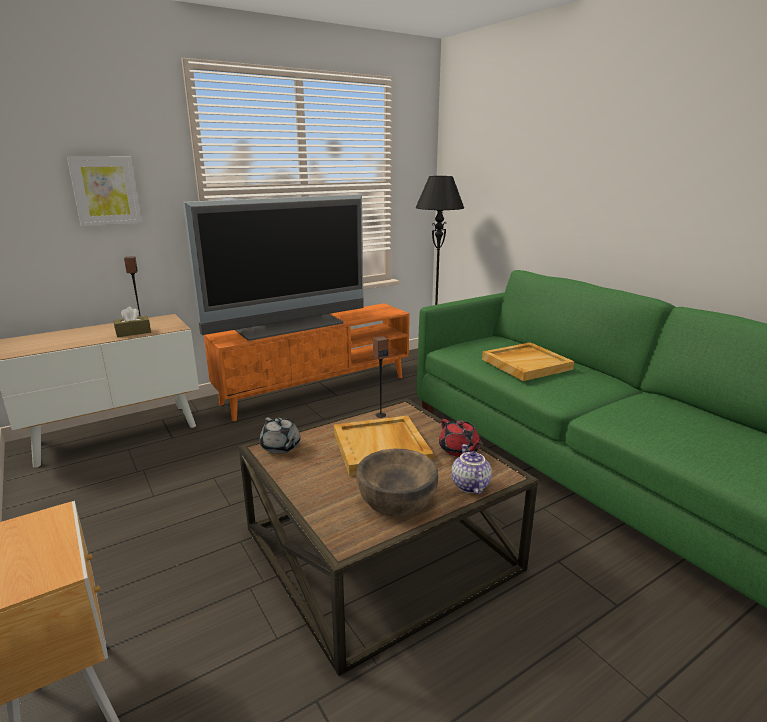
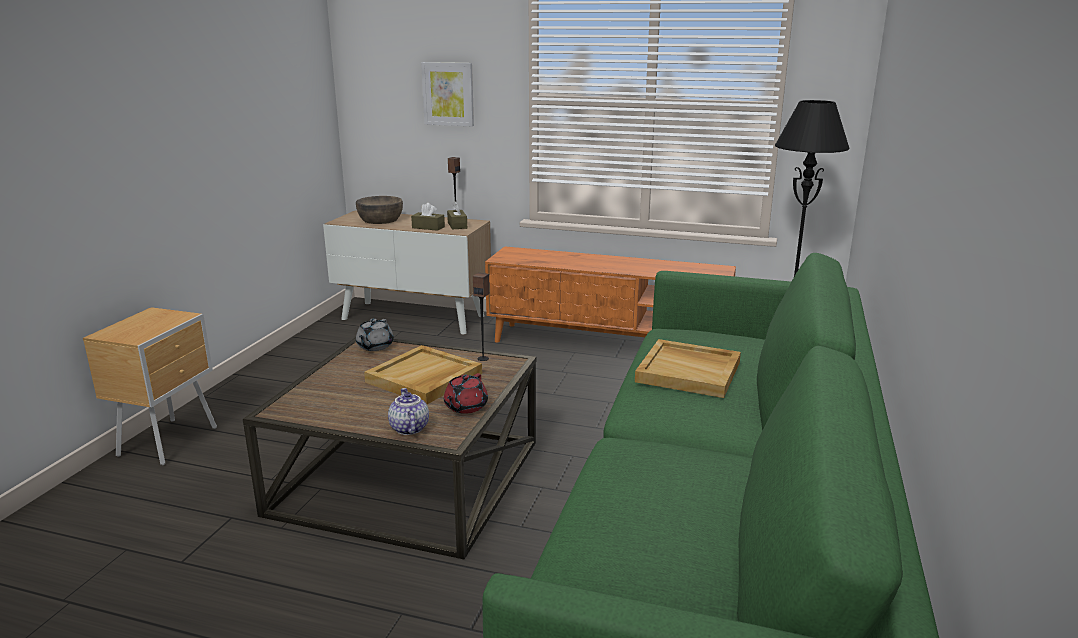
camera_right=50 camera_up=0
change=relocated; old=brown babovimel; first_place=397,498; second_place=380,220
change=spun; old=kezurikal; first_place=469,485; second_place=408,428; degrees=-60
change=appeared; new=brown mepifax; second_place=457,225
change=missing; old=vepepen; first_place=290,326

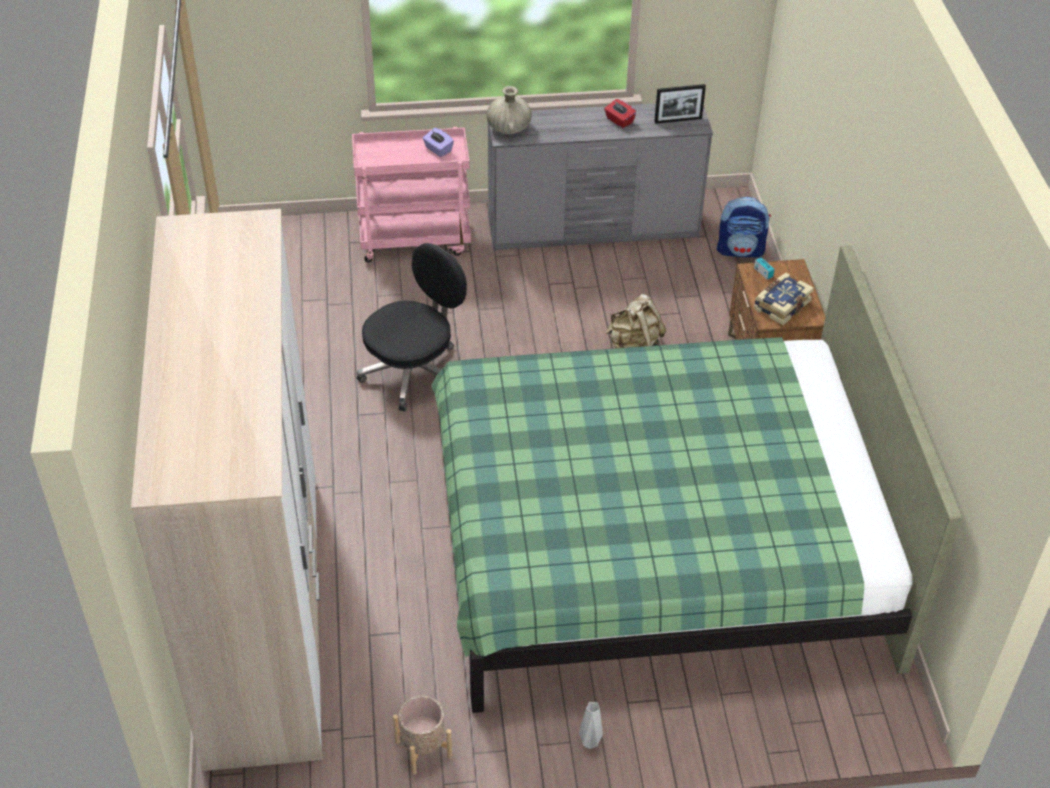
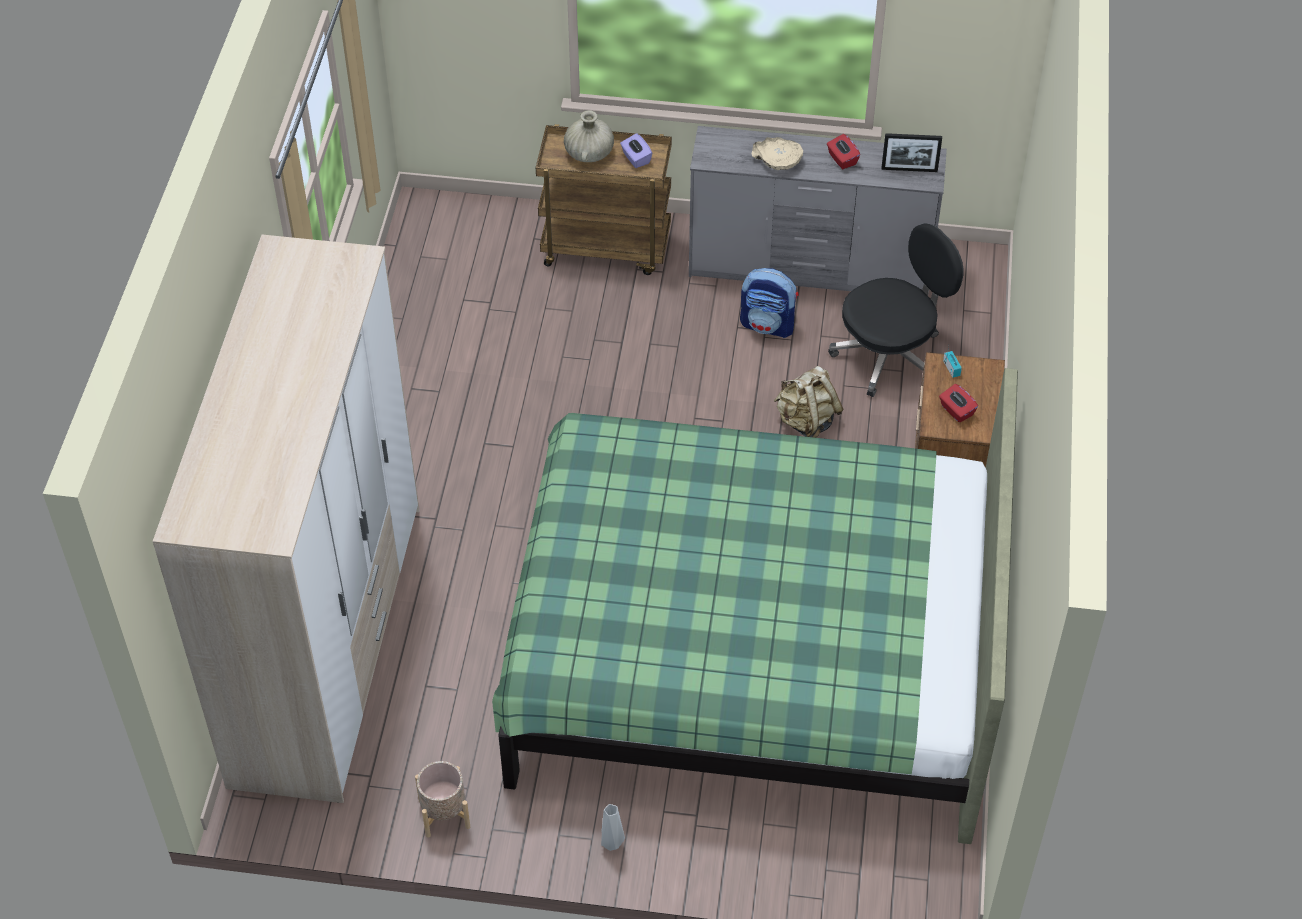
camera_right=15 camera_up=5
change=colour; old=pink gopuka; new=brown gopuka; first_place=415,240; second_place=607,248
change=relocated; old=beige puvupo; first_place=509,128; second_place=589,153
change=relocated; old=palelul; first_place=740,250; second_place=768,325
change=appeared; new=beige babovimel; second_place=778,160
change=relocated; old=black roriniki; first_place=414,372; second_place=890,355
change=exchanged; old=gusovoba; new=red mepifax; first_place=781,305; second_place=956,411

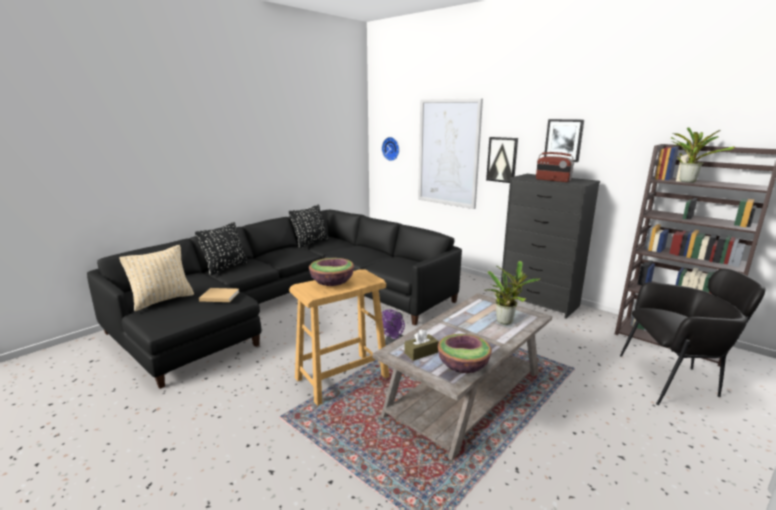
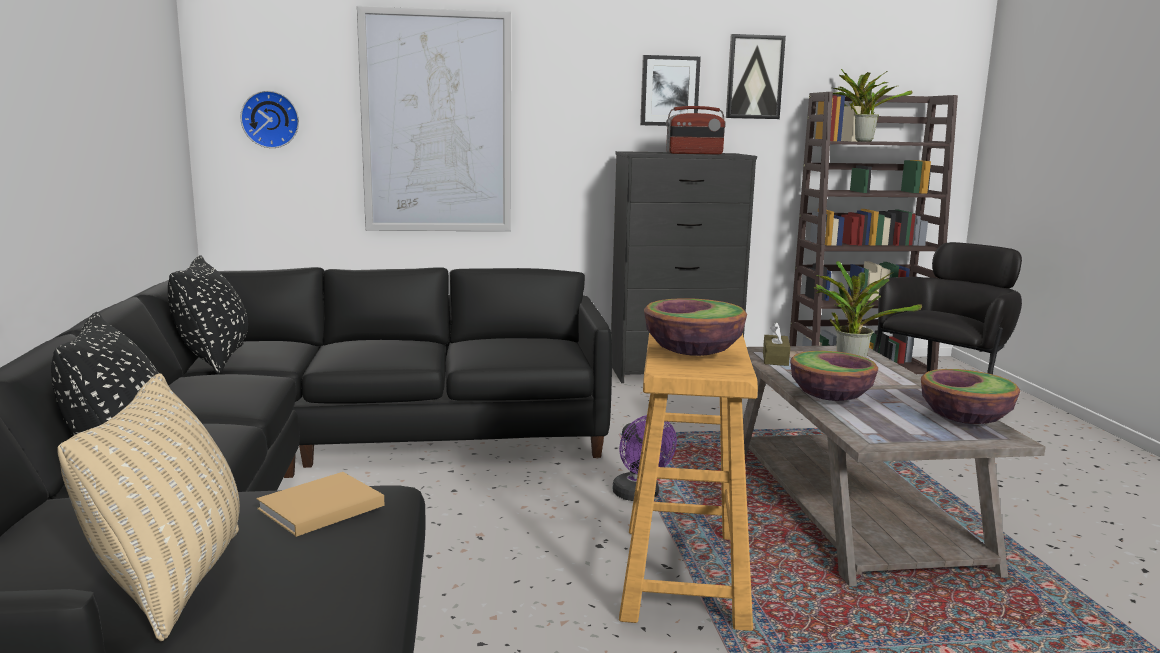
camera_right=-50 camera_up=-5
change=relocated; old=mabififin; first_place=502,159; second_place=754,77
change=relocated; old=brown mepifax; first_place=421,353; second_place=775,359
change=appeared; new=babovimel; second_place=830,398

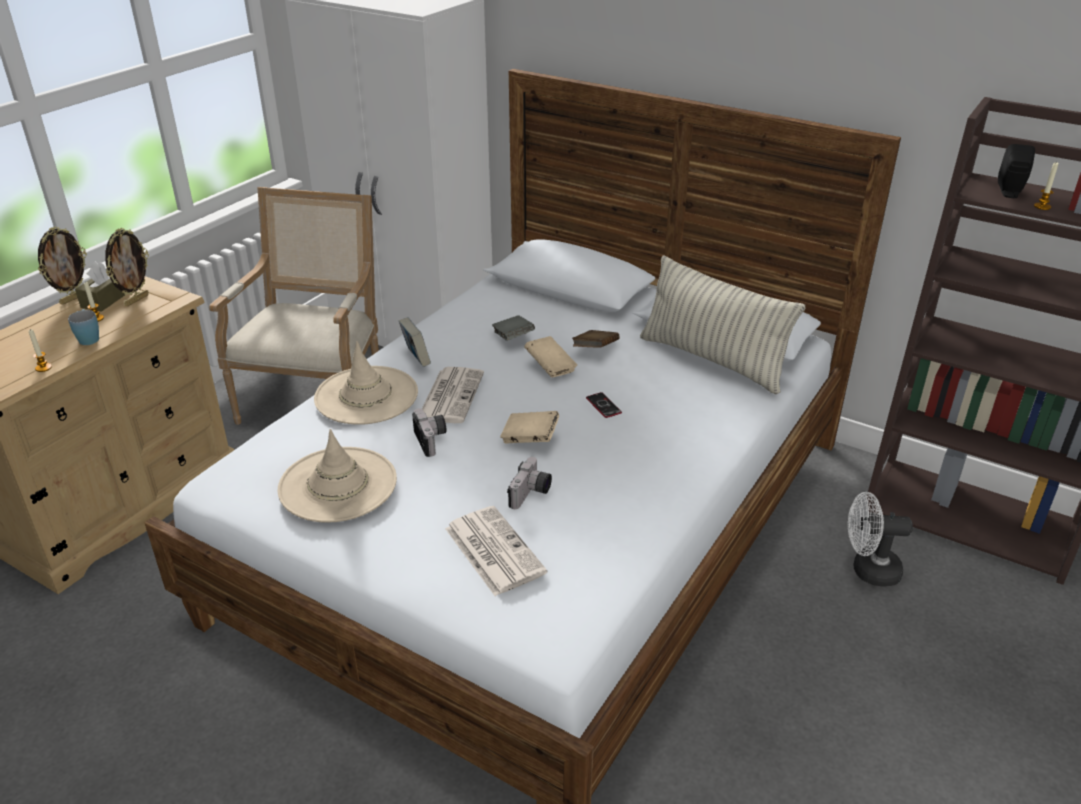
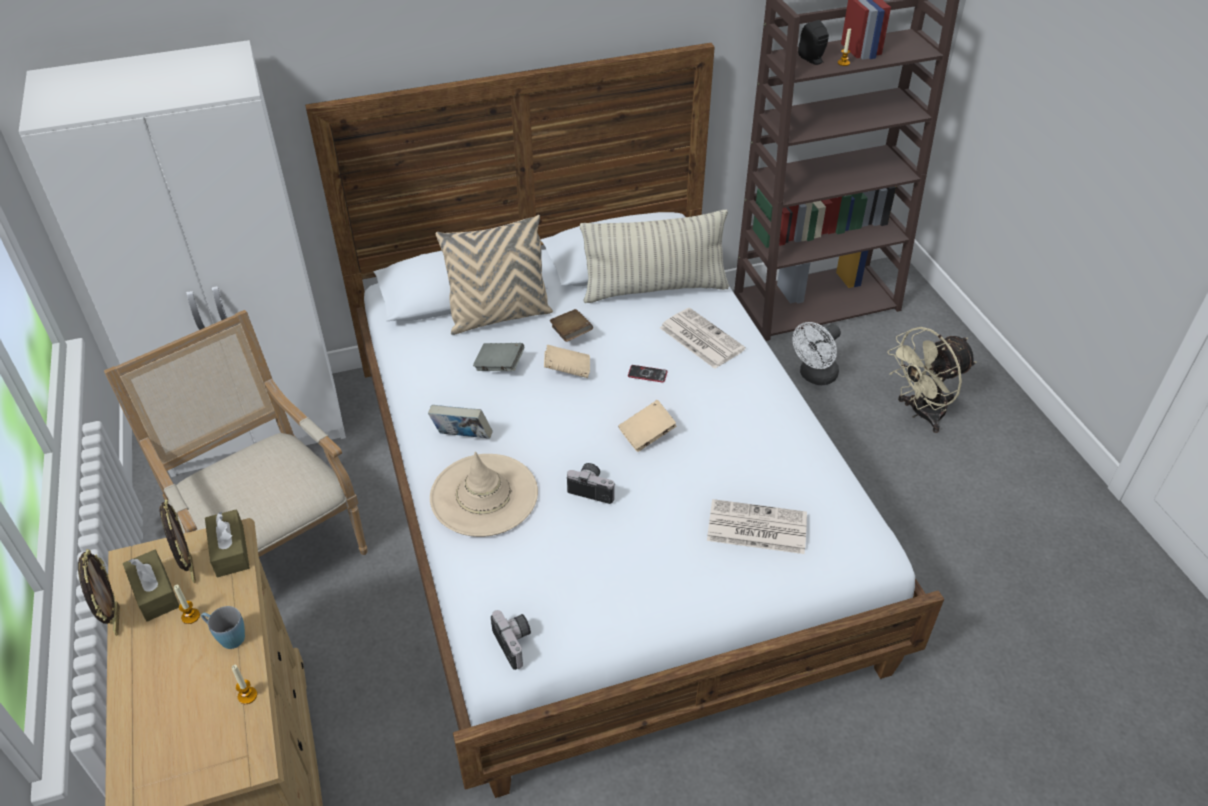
camera_right=-50 camera_up=10
change=appeared; new=brown mepifax; second_place=230,551
change=appeared; new=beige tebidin; second_place=499,316
change=relocated; old=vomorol; first_place=531,494; second_place=515,643
change=relocated; old=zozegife; first_place=450,395; second_place=700,338
change=appeared; new=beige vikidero; second_place=920,413
change=missing; old=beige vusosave; first_place=338,484

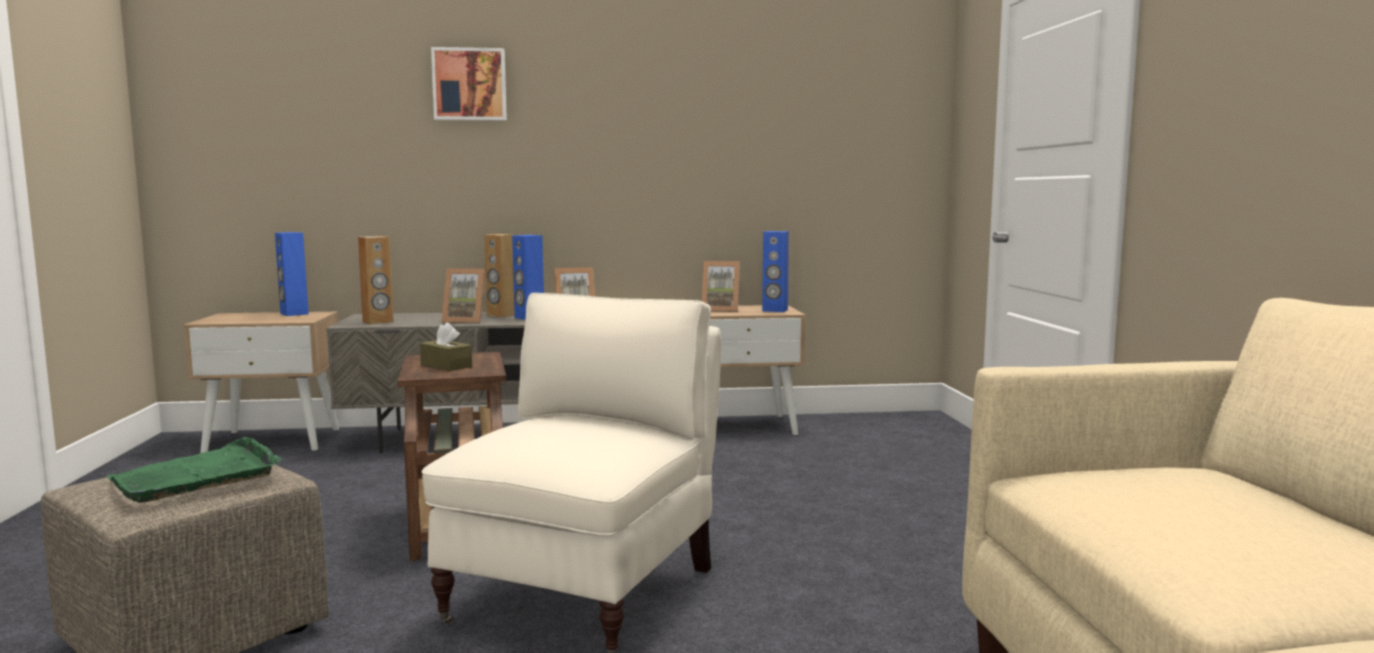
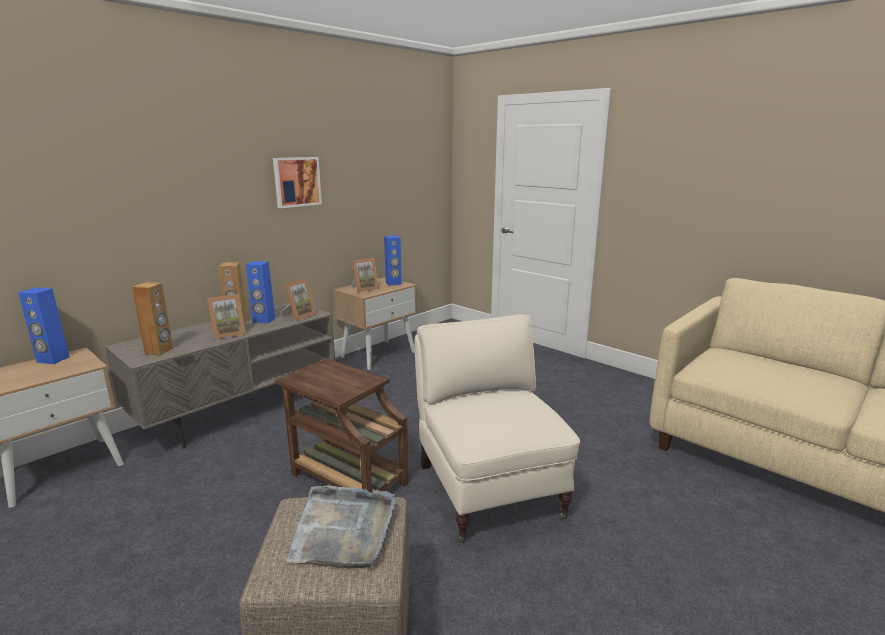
camera_right=-40 camera_up=10
change=relocated; old=mabififin; first_place=469,84; second_place=296,181
change=colour; old=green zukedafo; new=grey zukedafo; first_place=198,476; second_place=343,529
change=missing; old=brown mepifax; first_place=446,365

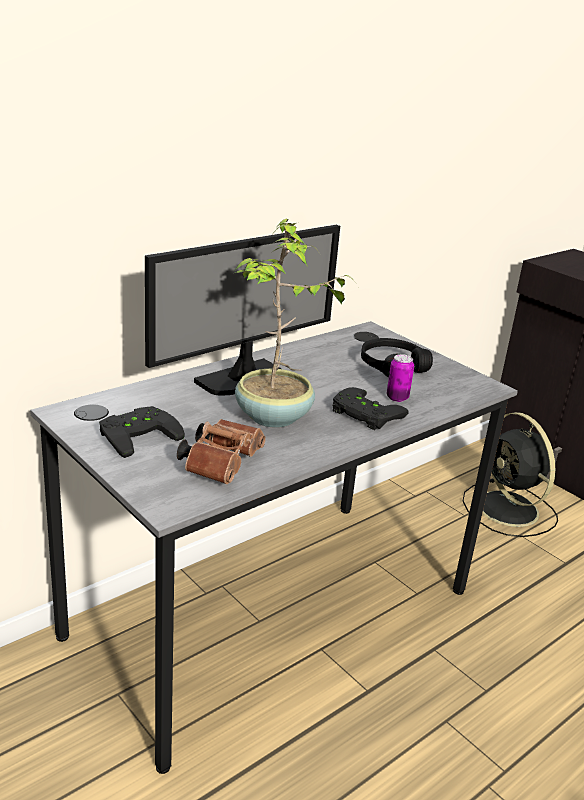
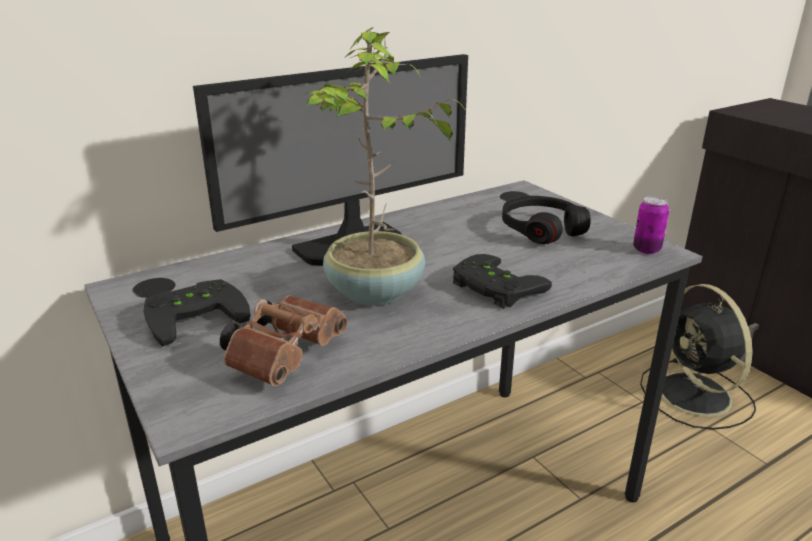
camera_right=10 camera_up=0
change=relocated; old=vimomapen; first_place=397,398; second_place=646,249

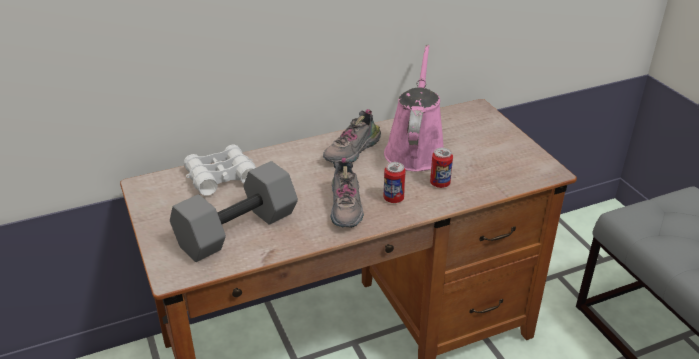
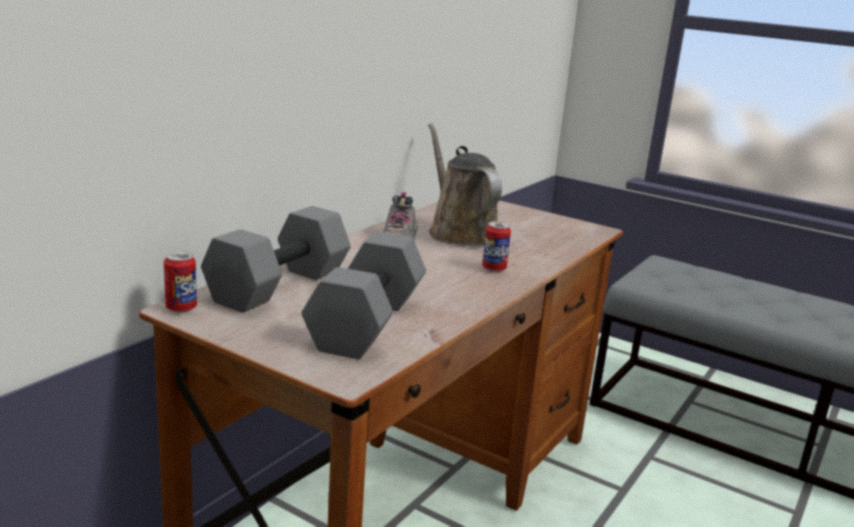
camera_right=-35 camera_up=-15
change=relocated; old=vimomapen; first_place=440,183; second_place=181,308
change=exchanged; old=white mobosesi; new=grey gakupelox; first_place=221,177; second_place=278,285
change=colour; old=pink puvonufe; new=brown puvonufe; first_place=415,150; second_place=460,233
change=missing; old=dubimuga; first_place=347,207

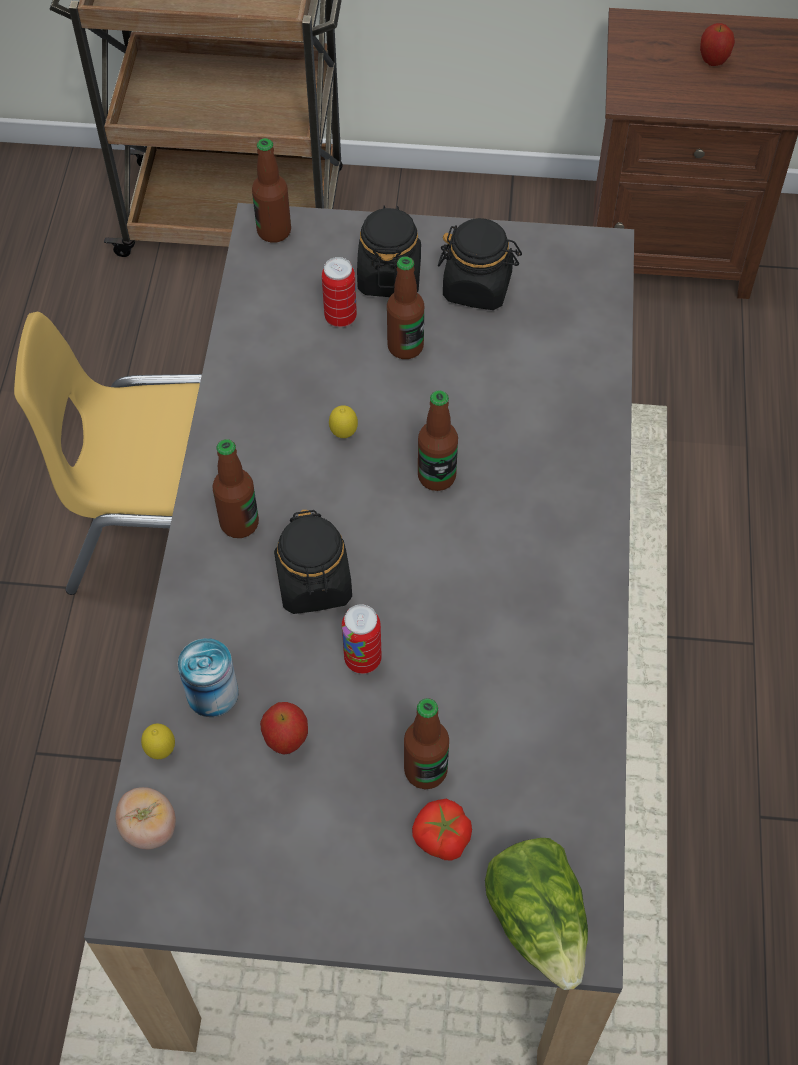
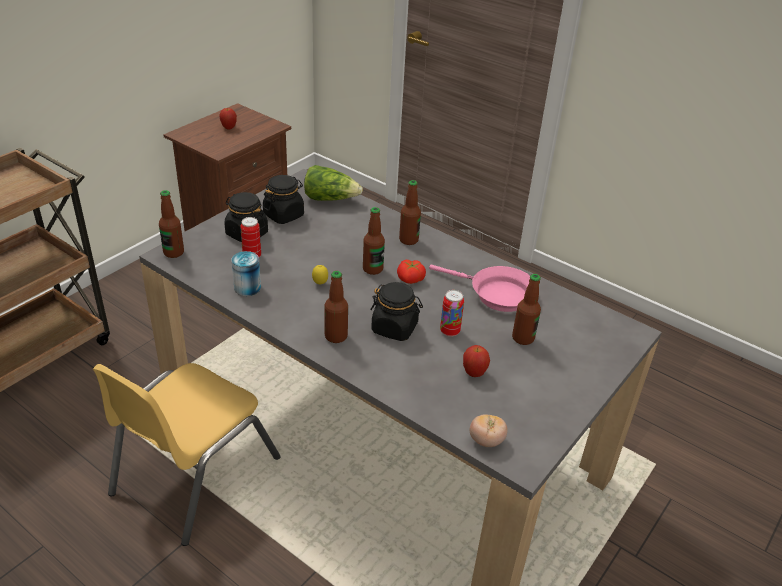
camera_right=-60 camera_up=-20
change=relocated; old=vimomapen; first_place=212,693; second_place=247,287
change=relocated; old=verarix; first_place=539,920; second_place=330,199
change=relocated; old=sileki; first_place=441,837; second_place=410,279
change=relocated; old=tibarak; first_place=405,347; second_place=408,240
change=appeared; new=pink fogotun; second_place=496,294
change=missing; old=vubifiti; first_place=161,751

